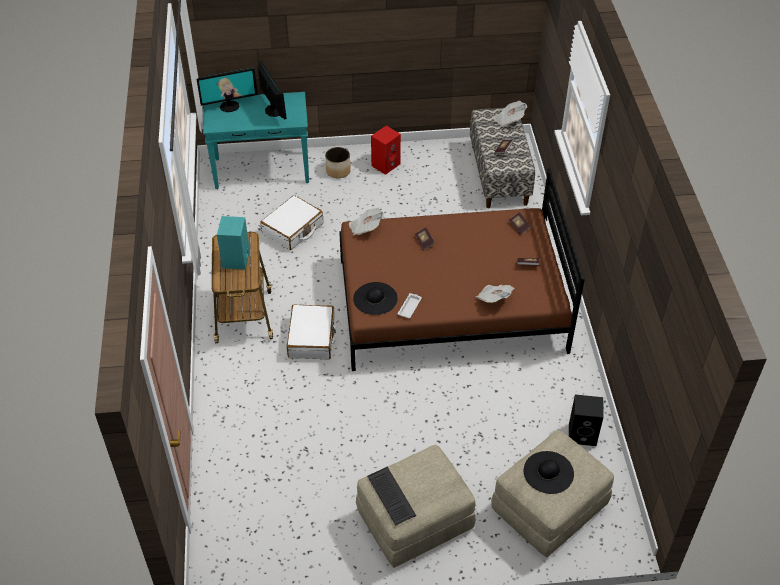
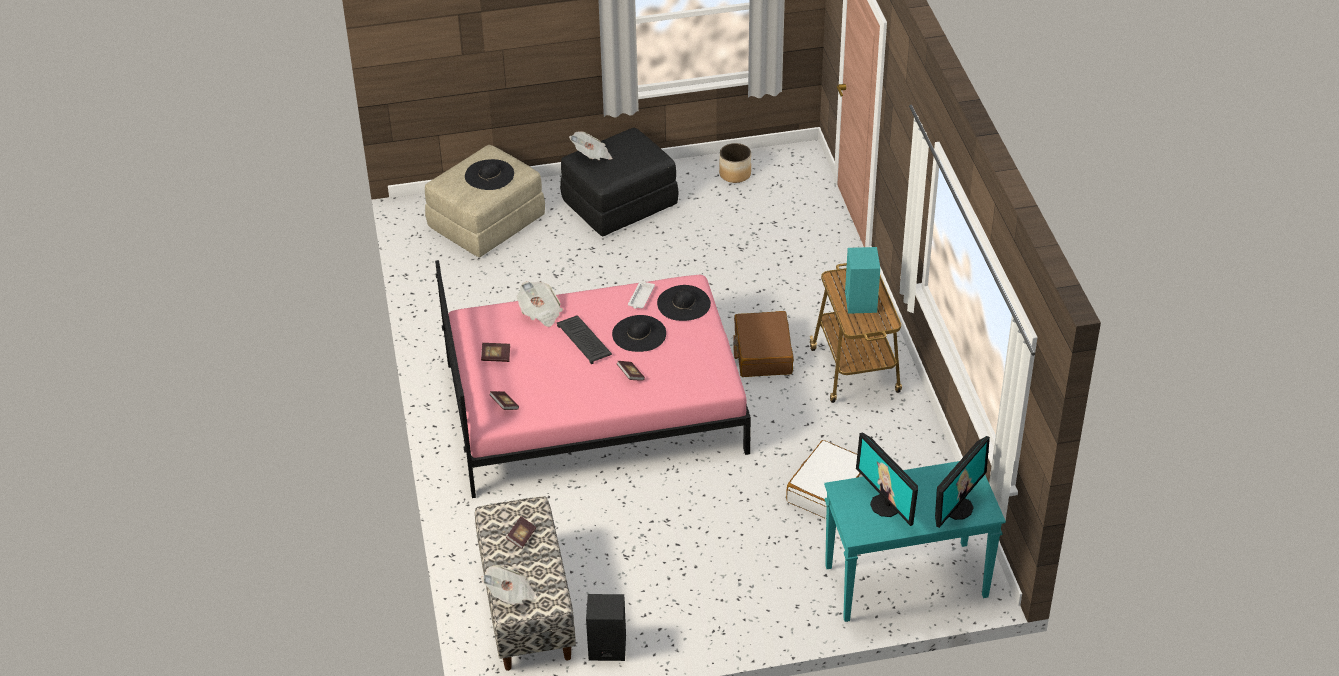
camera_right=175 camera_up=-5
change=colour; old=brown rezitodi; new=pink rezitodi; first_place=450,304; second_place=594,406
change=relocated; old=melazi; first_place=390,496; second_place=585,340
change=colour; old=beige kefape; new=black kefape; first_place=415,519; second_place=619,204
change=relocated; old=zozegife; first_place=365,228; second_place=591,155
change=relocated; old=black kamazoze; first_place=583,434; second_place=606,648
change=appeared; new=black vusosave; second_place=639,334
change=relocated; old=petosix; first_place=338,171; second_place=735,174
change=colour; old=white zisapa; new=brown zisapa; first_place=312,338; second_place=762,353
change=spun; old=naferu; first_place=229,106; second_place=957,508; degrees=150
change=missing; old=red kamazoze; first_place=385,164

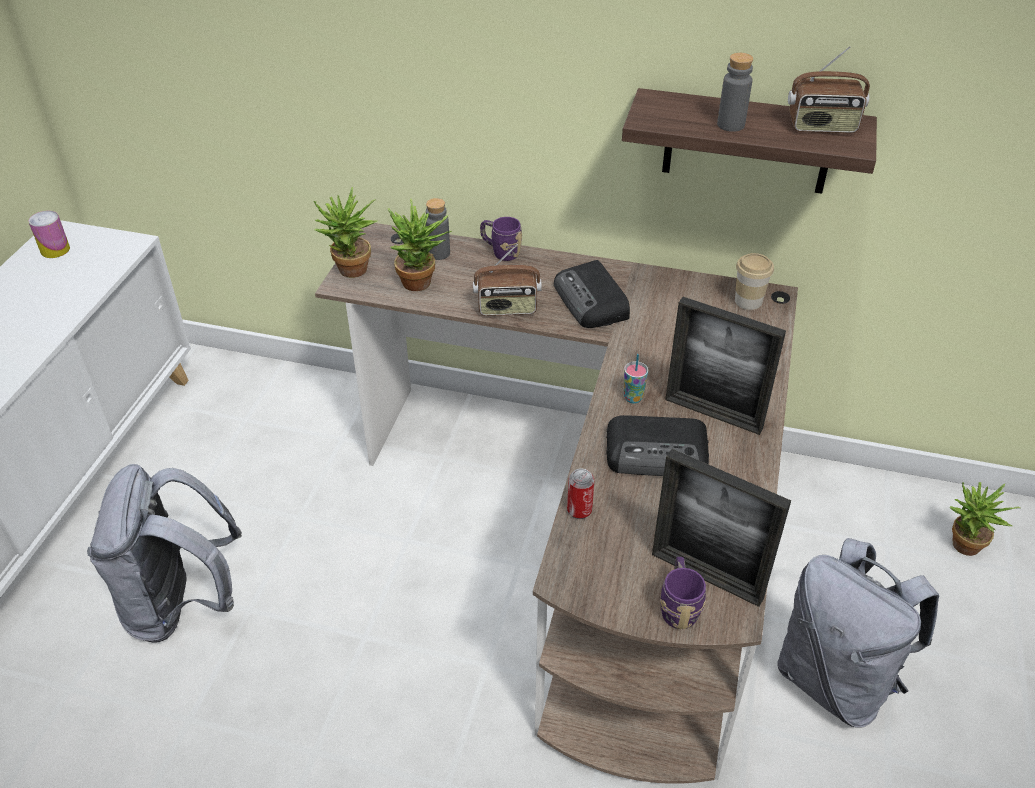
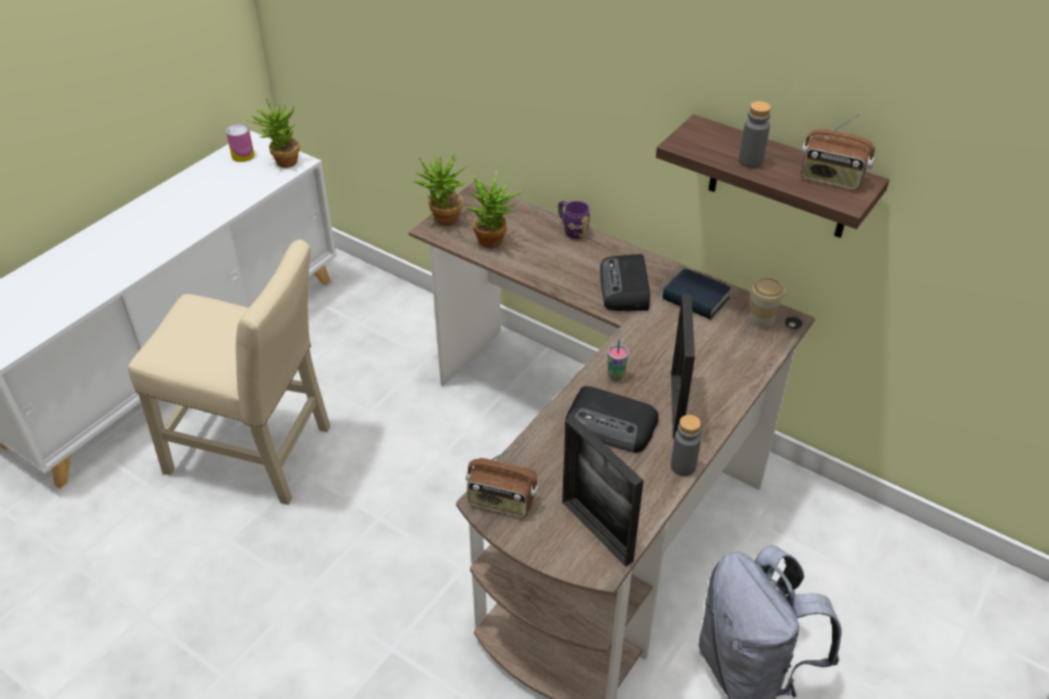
camera_right=20 camera_up=0
change=exchanged; old=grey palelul; new=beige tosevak; first_place=181,604; second_place=256,453
change=relocated; old=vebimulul; first_place=962,548; second_place=282,162
change=relocated; old=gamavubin; first_place=507,308; second_place=501,502
change=appeared; new=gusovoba; second_place=695,299
change=spun; old=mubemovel; first_place=713,414; second_place=676,406; degrees=45
change=relocated; old=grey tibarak; first_place=438,253; second_place=683,466
change=missing; old=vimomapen; first_place=579,510
change=missing; old=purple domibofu; first_place=678,606

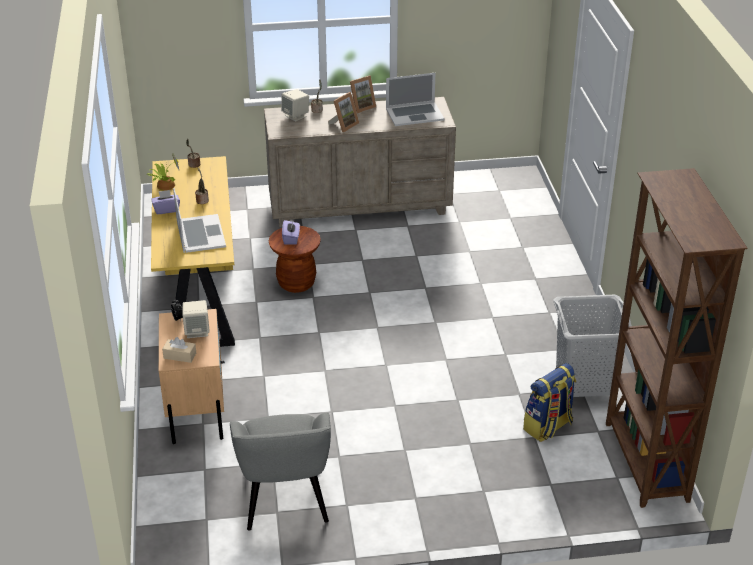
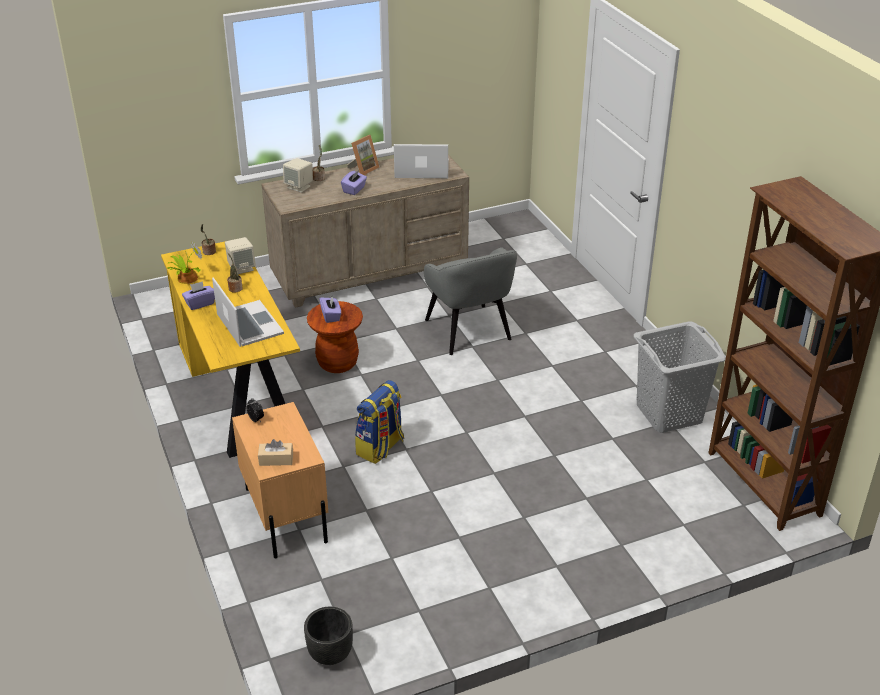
camera_right=-15 camera_up=0
change=relocated; old=beige kamazoze; first_place=197,331; second_place=241,268
change=appeared; new=black petosix; second_place=330,655
change=exchanged; old=mubemovel; new=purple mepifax; first_place=344,125; second_place=354,189
change=relocated; old=palelul; first_place=548,427; second_place=380,448
change=spun; old=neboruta; first_place=414,114; second_place=421,169; degrees=-150
change=relocated; old=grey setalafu; first_place=285,499; second_place=468,331

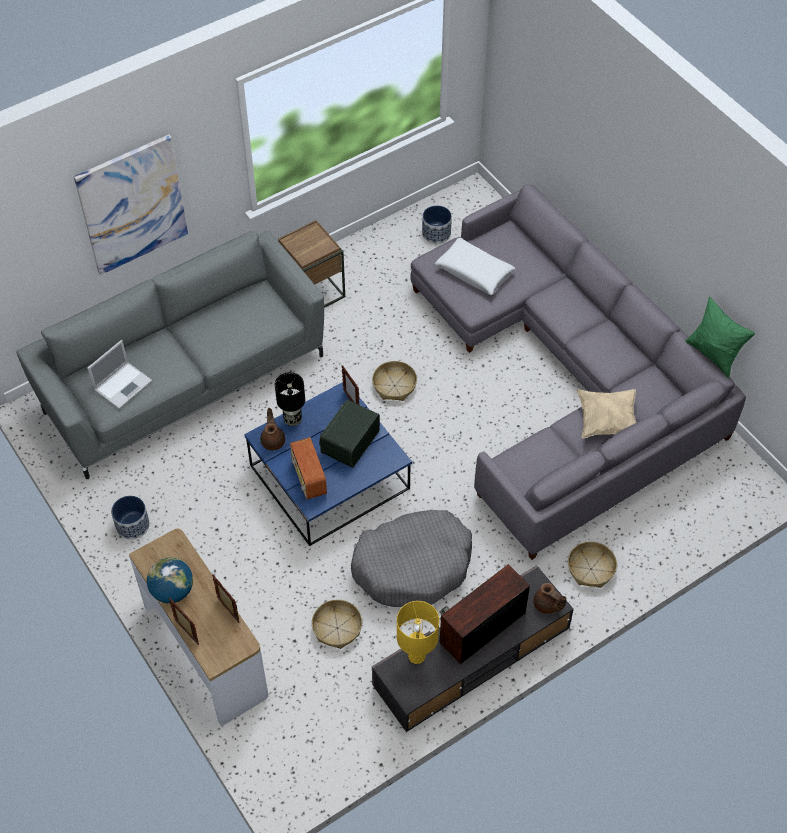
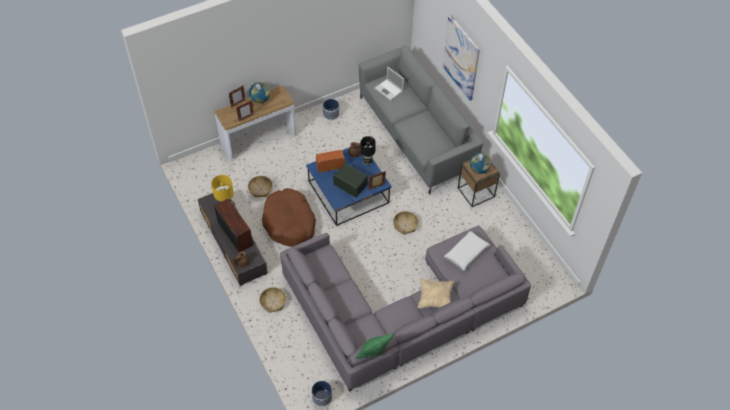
camera_right=95 camera_up=0
change=colour; old=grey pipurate; new=brown pipurate; first_place=413,565; second_place=289,223
change=relocated; old=petosix; first_place=436,233; second_place=322,397
change=relocated; old=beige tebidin; first_place=607,421; second_place=435,298
change=appeared; new=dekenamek; second_place=479,169

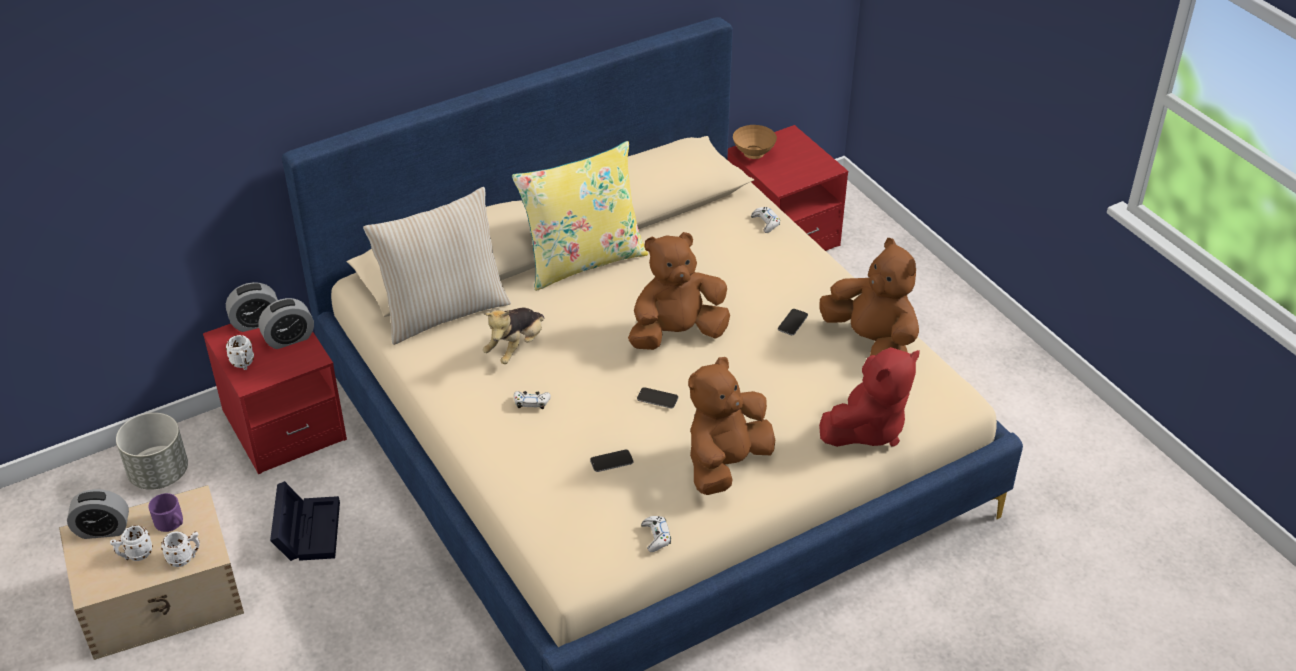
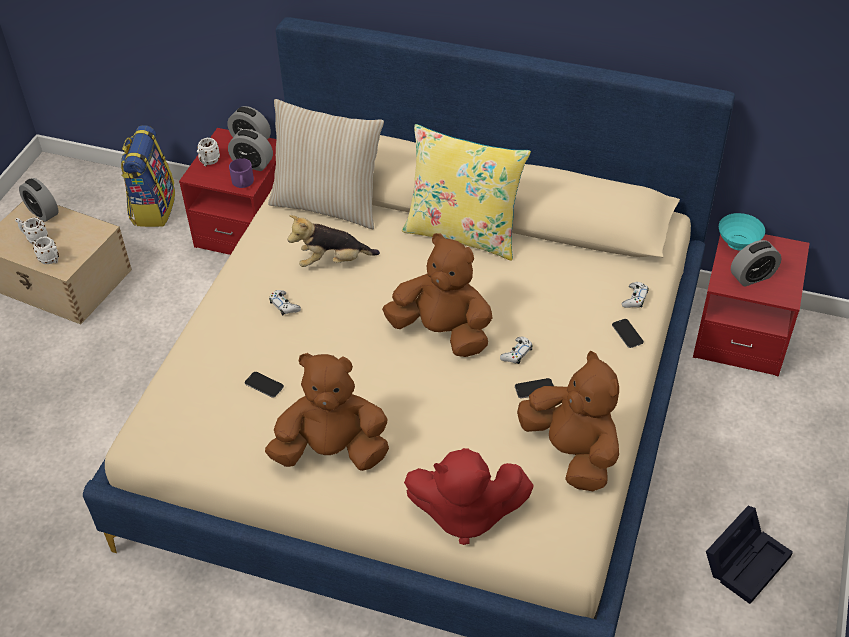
camera_right=50 camera_up=5
change=exchanged; old=grey petosix; new=palelul; first_place=158,473; second_place=153,208
change=relocated; old=purple domibofu; first_place=171,522; second_place=243,182
change=relocated; old=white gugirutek; first_place=656,537; second_place=516,353
change=spun; old=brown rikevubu; first_place=871,342; second_place=572,452; degrees=-45
change=relocated; old=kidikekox; first_place=657,398; second_place=627,334
change=relocated; old=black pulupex; first_place=307,529; second_place=746,560
change=colour; old=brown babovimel; new=turquoise babovimel; first_place=753,155; second_place=737,244
change=appeared; new=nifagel; second_place=752,277

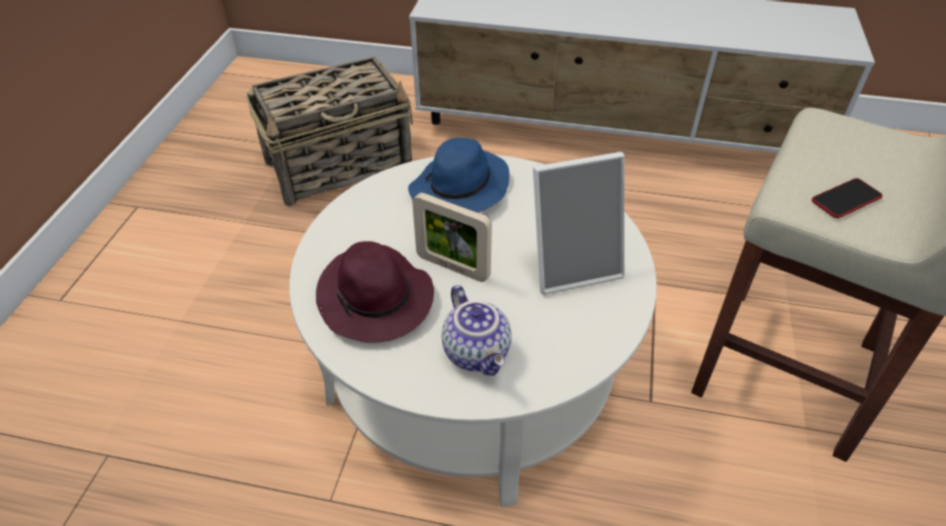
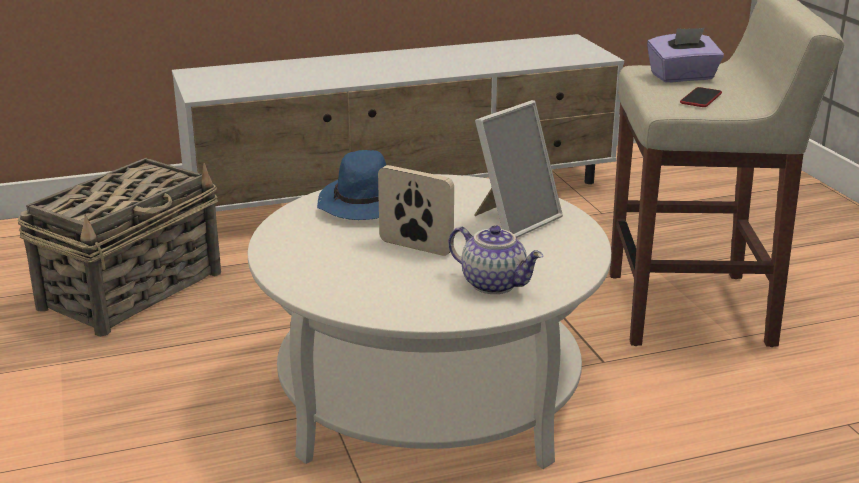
camera_right=-30 camera_up=-20
change=spun; old=mubemovel; first_place=453,267; second_place=416,247; degrees=-150
change=appeared; new=purple mepifax; second_place=682,77
change=missing; old=purple vusosave; first_place=376,299

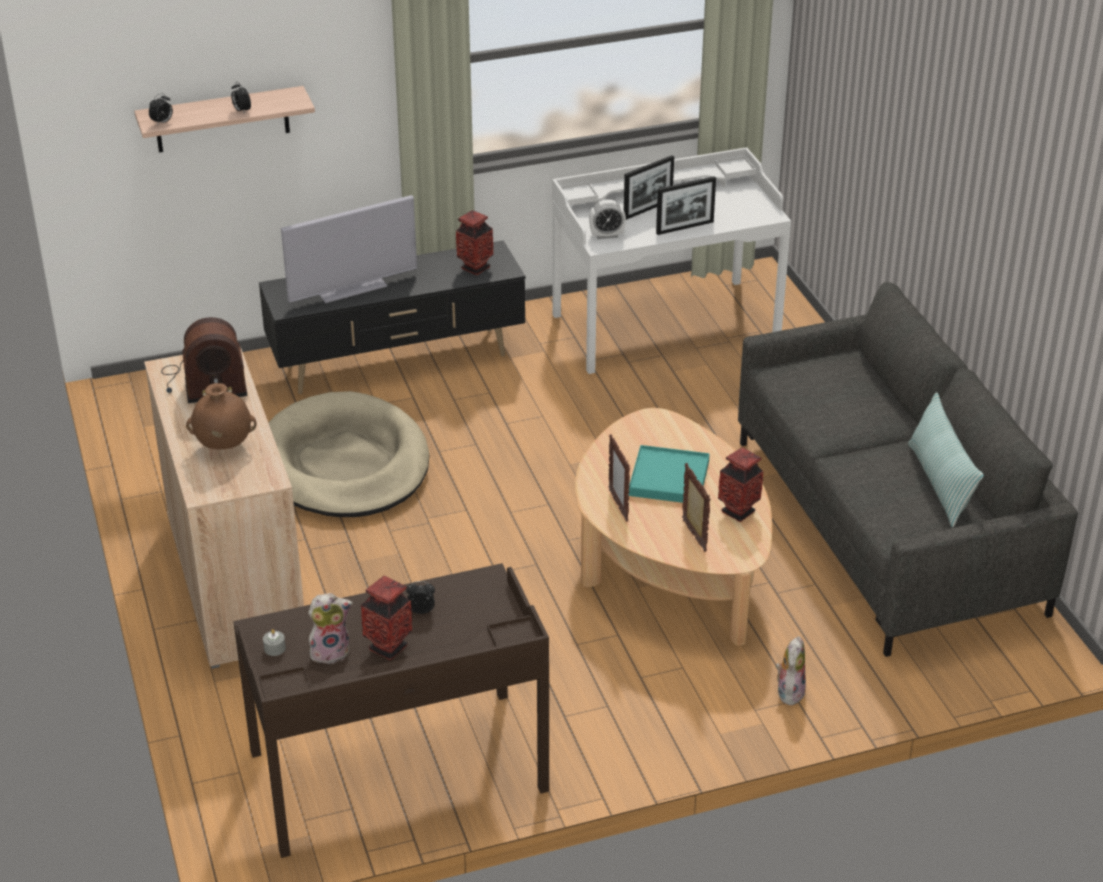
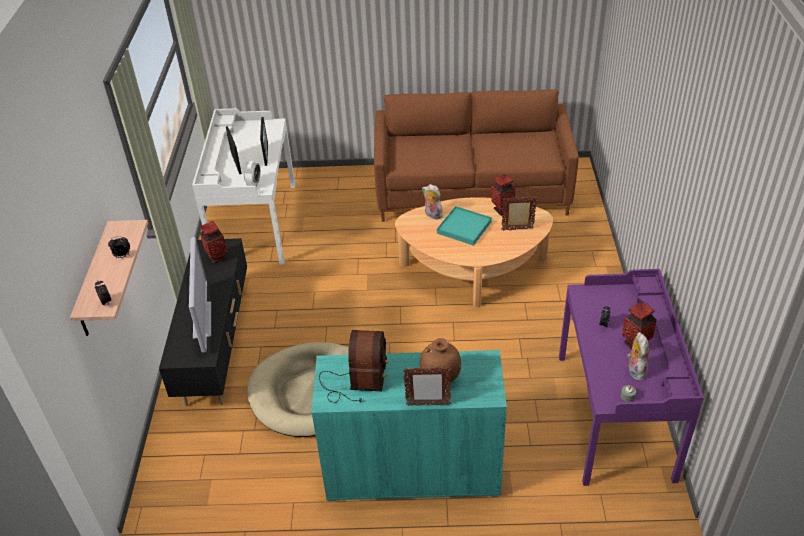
camera_right=-70 camera_up=5
change=colour; old=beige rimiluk; new=turquoise rimiluk; first_place=236,580; second_place=412,470
change=colour; old=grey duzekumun; new=brown duzekumun; first_place=886,525; second_place=472,190
change=relocated; old=mubemovel; first_place=618,505; second_place=428,404
change=relocated; old=rikevubu; first_place=789,691; second_place=432,215
change=colour; old=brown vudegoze; new=purple vudegoze; first_place=398,772; second_place=615,415
change=missing; old=tebidin; first_place=940,484

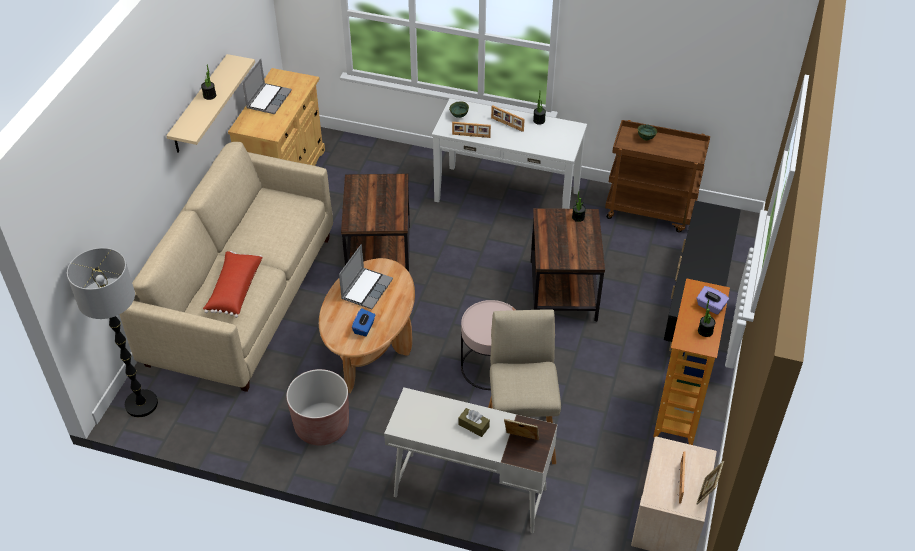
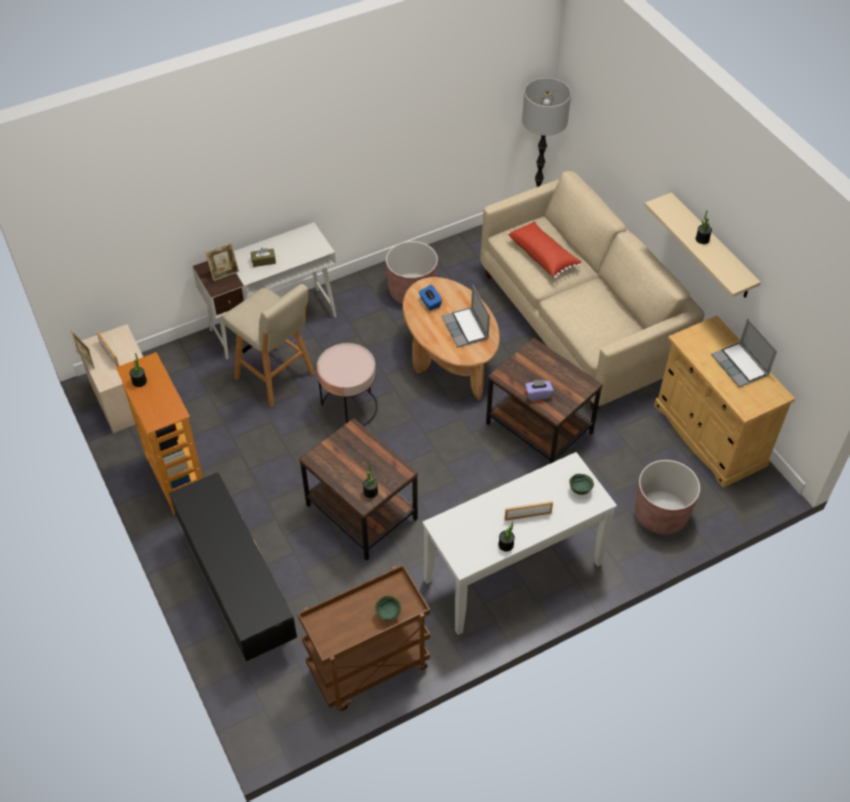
camera_right=135 camera_up=5
change=relocated; old=purple mepifax; first_place=710,306; second_place=538,394
change=appeared; new=brown petosix; second_place=661,514
change=missing; old=mubemovel; first_place=471,136

